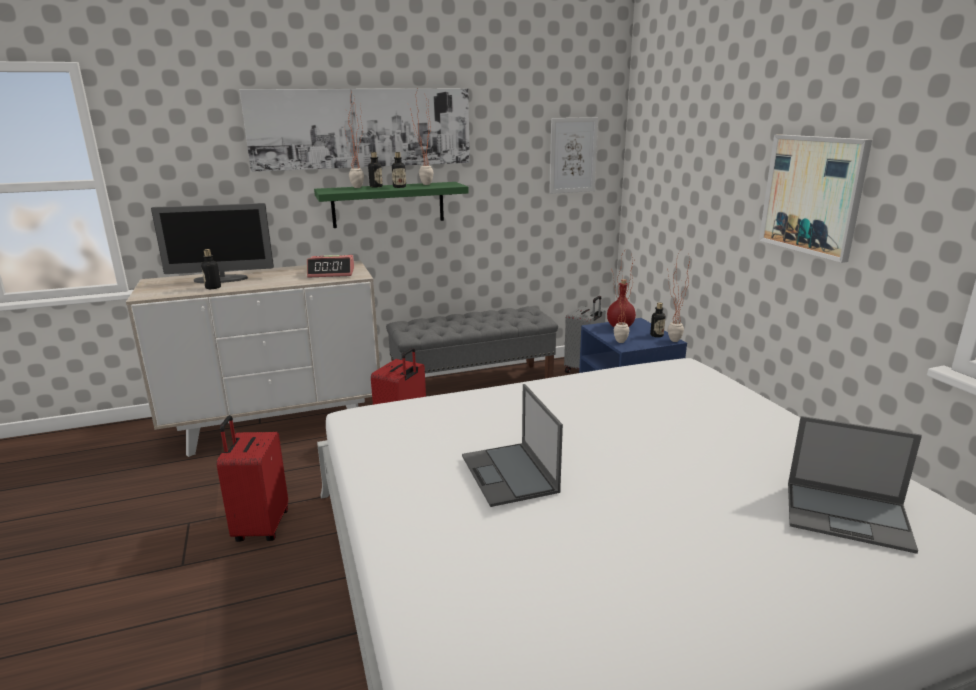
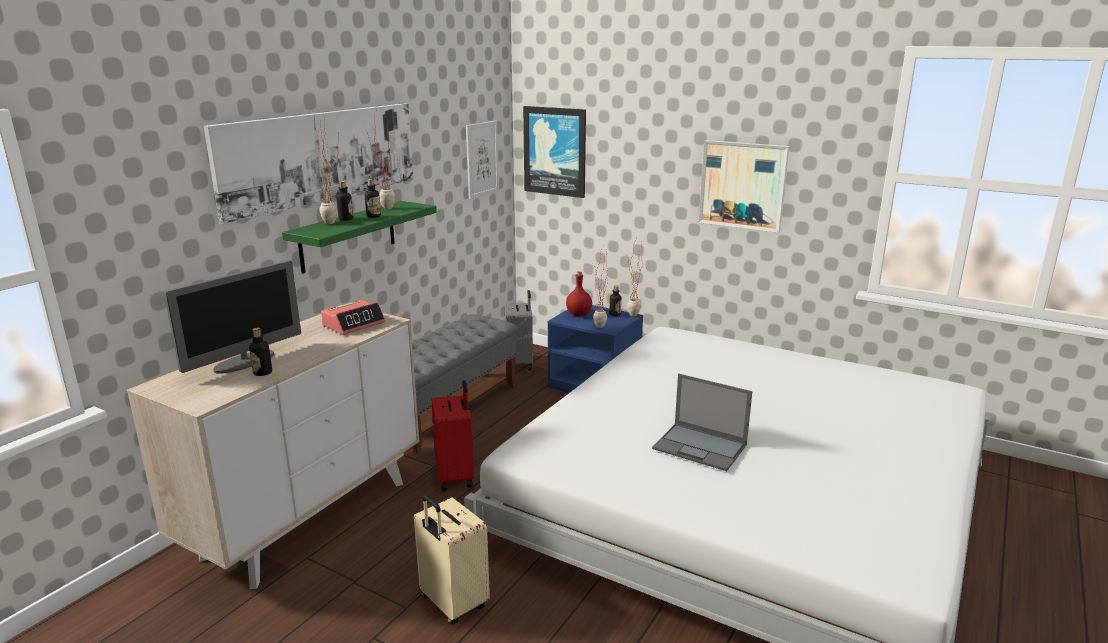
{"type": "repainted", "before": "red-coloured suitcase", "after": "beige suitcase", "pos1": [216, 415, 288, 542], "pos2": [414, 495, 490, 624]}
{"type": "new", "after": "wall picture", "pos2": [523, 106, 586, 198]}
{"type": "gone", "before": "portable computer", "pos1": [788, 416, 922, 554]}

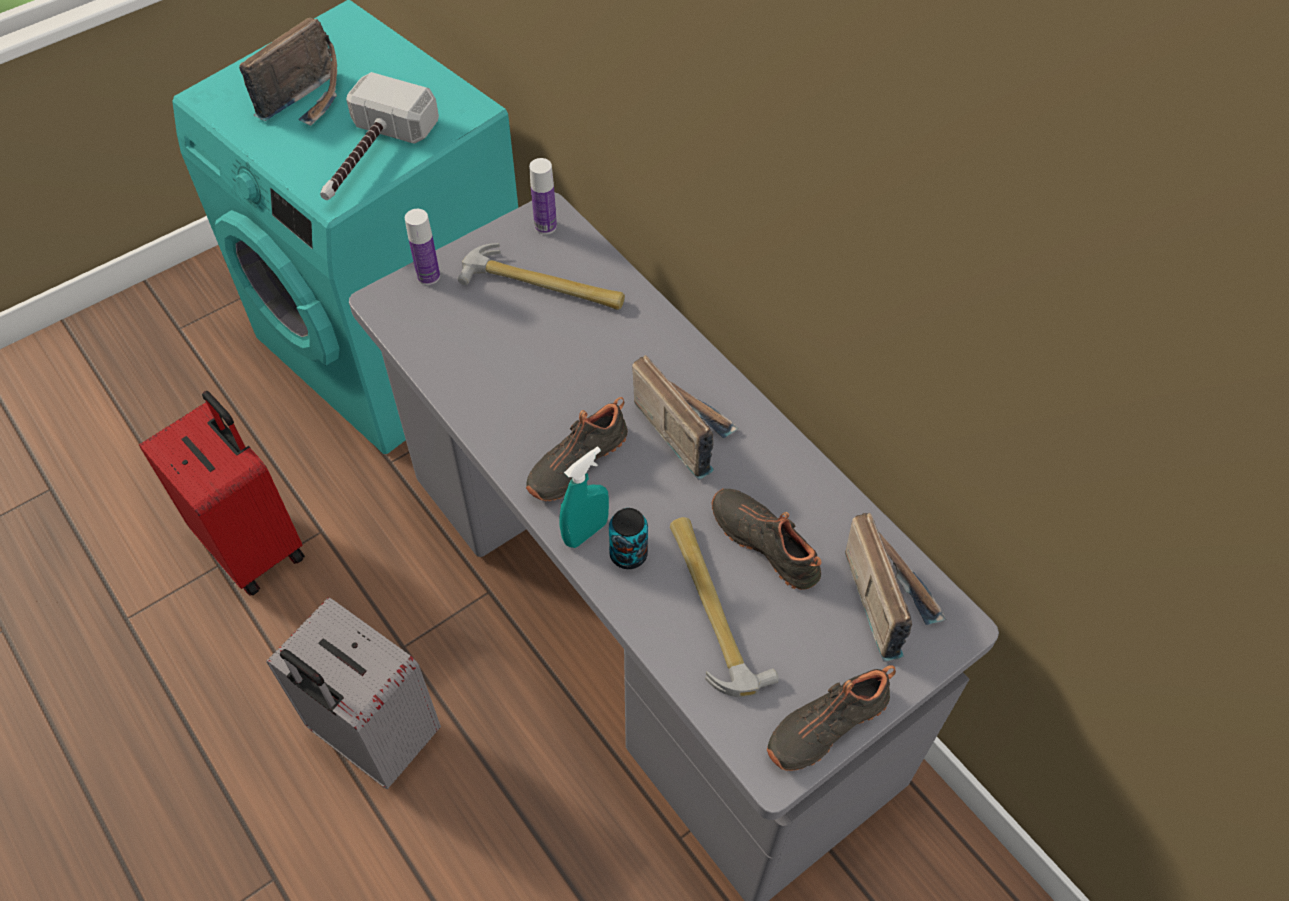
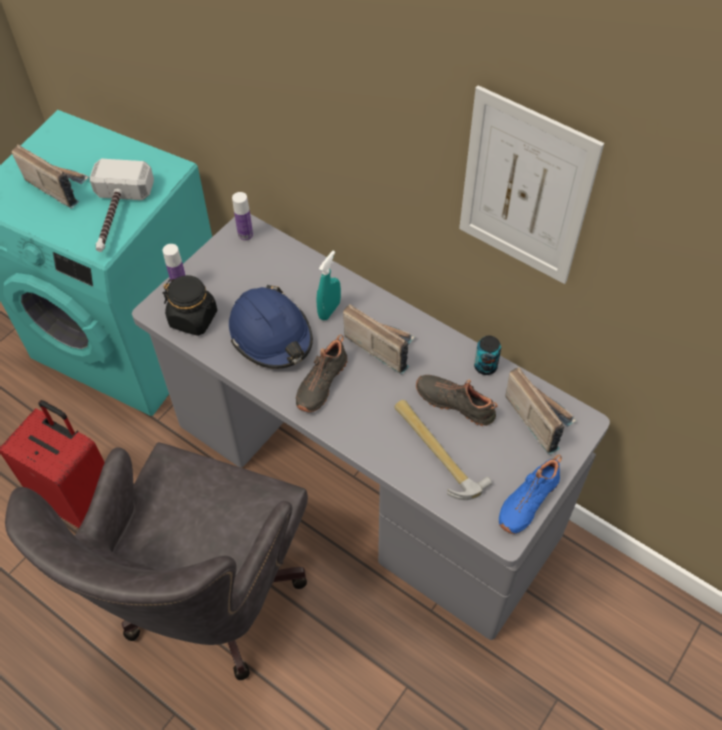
{"type": "swapped", "before": "greyish suitcase", "after": "greyish desk chair", "pos1": [266, 598, 441, 789], "pos2": [5, 442, 308, 680]}
{"type": "rotated", "before": "radio set", "pos1": [239, 17, 337, 126], "pos2": [12, 145, 89, 209], "turn": -75}
{"type": "new", "after": "blackish jar", "pos2": [163, 275, 217, 336]}
{"type": "new", "after": "blue-coloured work helmet", "pos2": [229, 285, 313, 369]}
{"type": "shifted", "before": "blue-green sprayer", "pos1": [559, 447, 609, 548], "pos2": [316, 251, 341, 320]}
{"type": "new", "after": "wall picture", "pos2": [459, 85, 604, 284]}
{"type": "shifted", "before": "can", "pos1": [609, 508, 648, 569], "pos2": [474, 336, 501, 375]}
{"type": "repainted", "before": "blackish shoe", "after": "blue-coloured shoe", "pos1": [767, 665, 896, 771], "pos2": [499, 455, 562, 534]}
{"type": "gone", "before": "tool hammer", "pos1": [458, 243, 625, 310]}

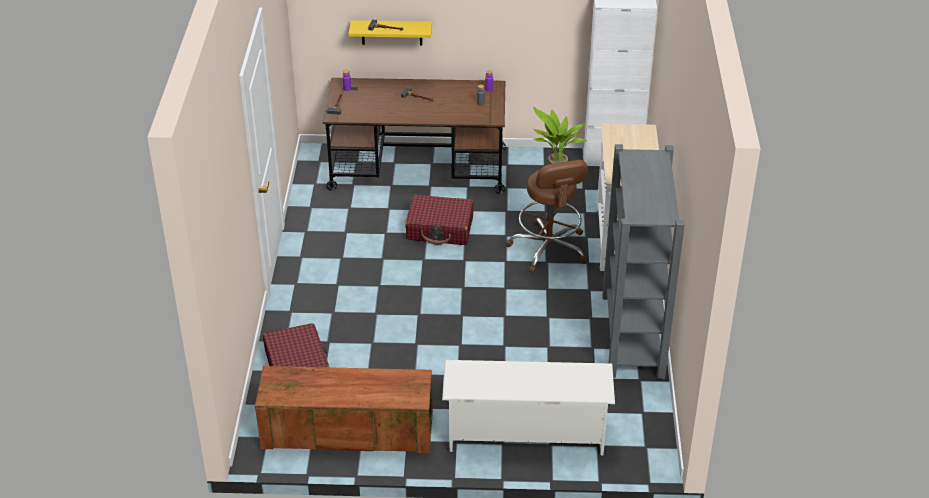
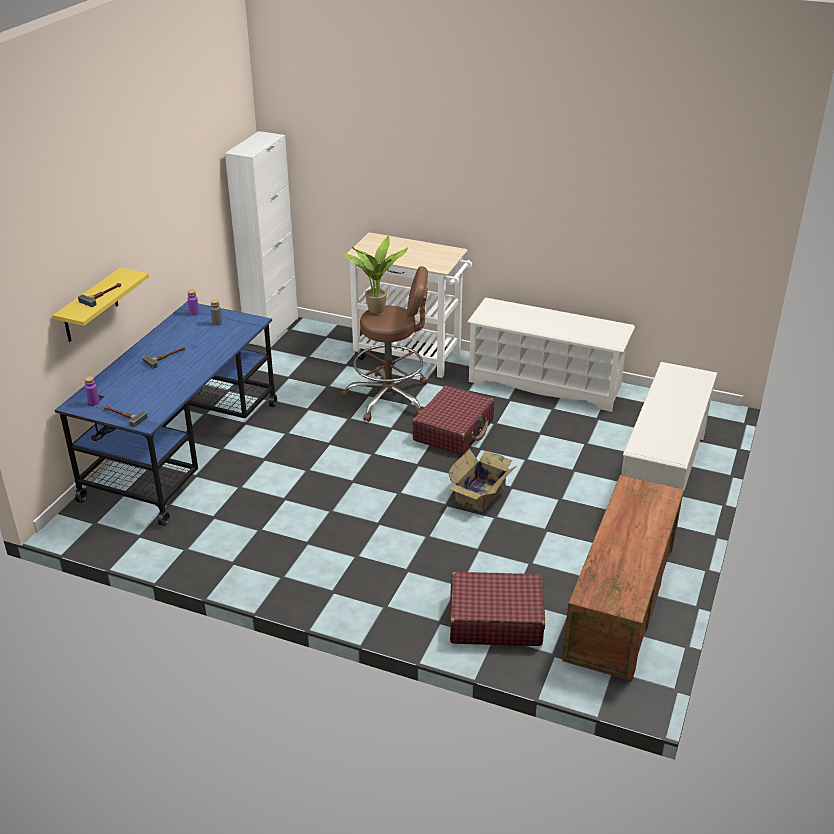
{"type": "repainted", "before": "brown desk unit", "after": "blue-coloured desk unit", "pos1": [323, 78, 506, 194], "pos2": [55, 301, 277, 526]}
{"type": "shifted", "before": "red-coloured suitcase", "pos1": [405, 195, 473, 245], "pos2": [412, 386, 494, 455]}
{"type": "new", "after": "packing box", "pos2": [448, 449, 516, 512]}
{"type": "swapped", "before": "greyish bookshelf", "after": "white shoe rack", "pos1": [602, 144, 685, 379], "pos2": [467, 298, 635, 412]}

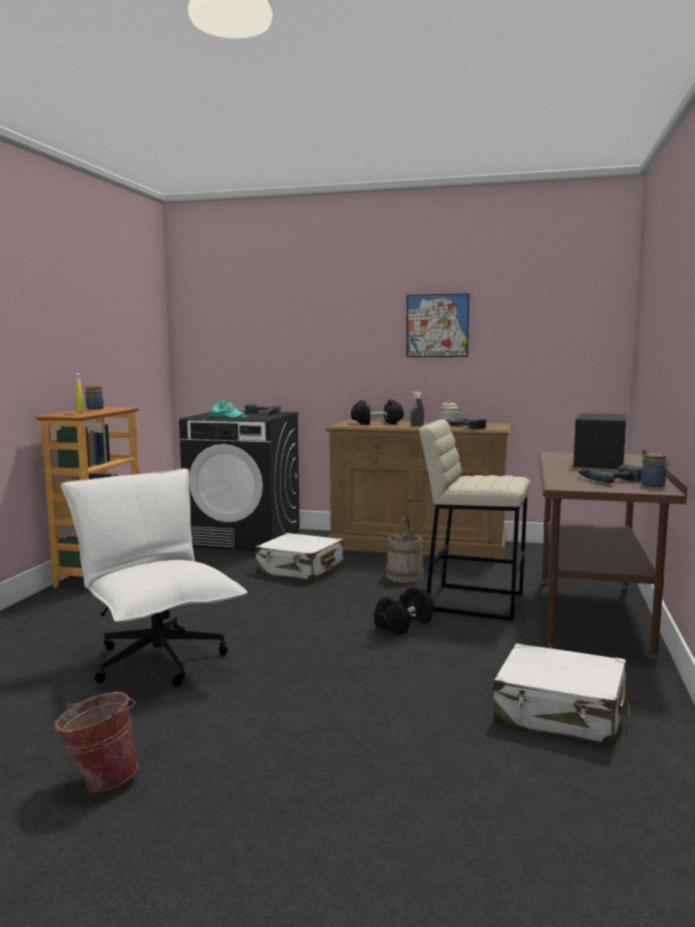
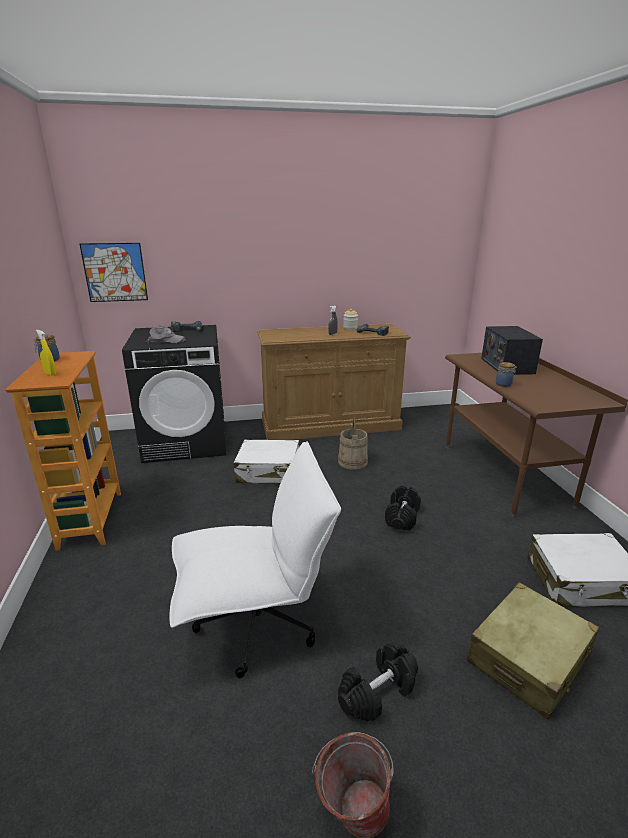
{"type": "shifted", "before": "wall picture", "pos1": [406, 294, 469, 357], "pos2": [80, 243, 148, 302]}
{"type": "repainted", "before": "blue-green baseball cap", "after": "greyish baseball cap", "pos1": [207, 401, 248, 418], "pos2": [146, 326, 186, 343]}
{"type": "rotated", "before": "white desk chair", "pos1": [61, 468, 247, 687], "pos2": [169, 441, 341, 678], "turn": 135}
{"type": "shifted", "before": "blackish dumbbell", "pos1": [351, 399, 404, 425], "pos2": [338, 643, 418, 722]}
{"type": "new", "after": "beige suitcase", "pos2": [467, 582, 599, 720]}
{"type": "shifted", "before": "jar", "pos1": [641, 453, 669, 487], "pos2": [496, 362, 517, 387]}
{"type": "gone", "before": "beige sitting stool", "pos1": [419, 419, 530, 621]}
{"type": "gone", "before": "electric drill", "pos1": [578, 465, 642, 483]}

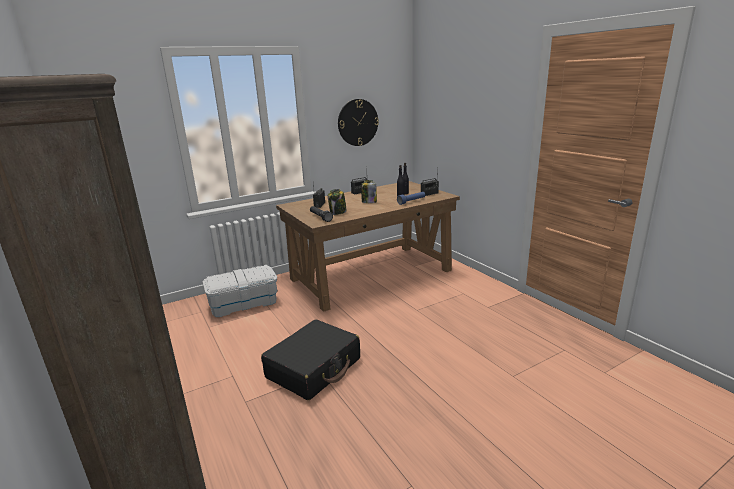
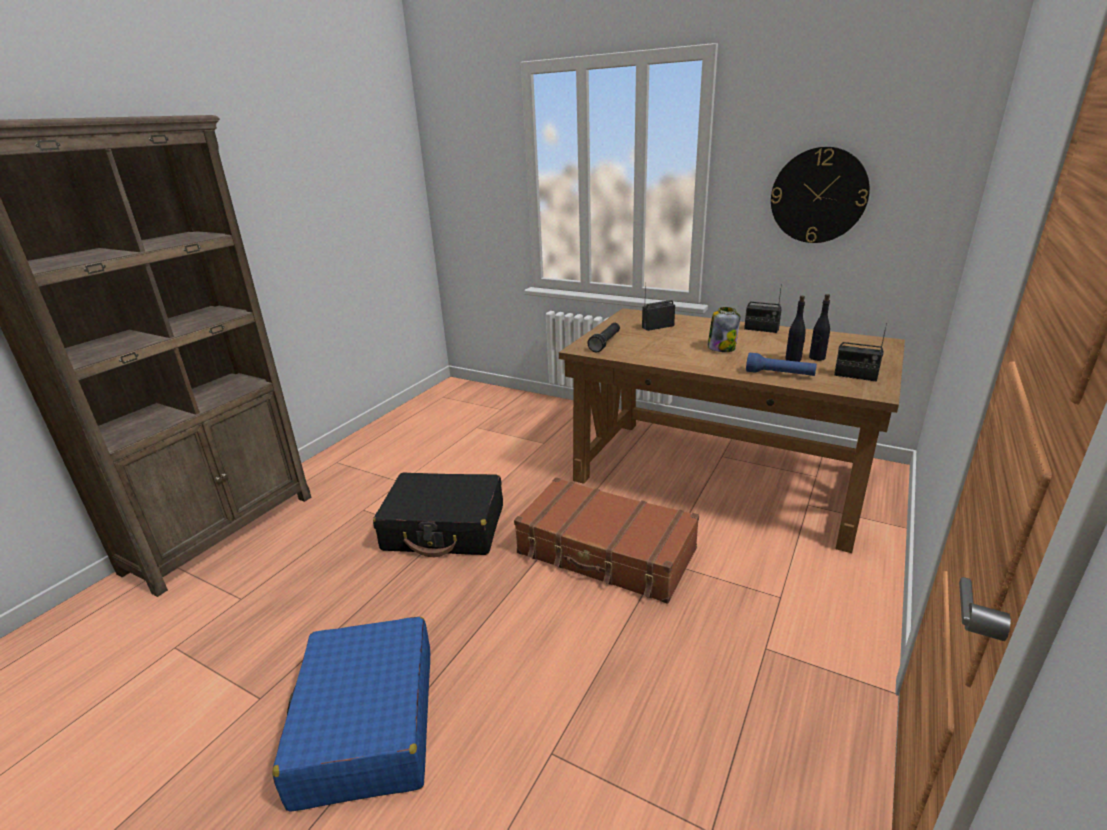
{"type": "new", "after": "blue-coloured suitcase", "pos2": [272, 617, 430, 812]}
{"type": "new", "after": "brown suitcase", "pos2": [514, 477, 699, 604]}
{"type": "gone", "before": "white storage bin", "pos1": [203, 265, 277, 317]}
{"type": "gone", "before": "jar", "pos1": [328, 189, 347, 215]}

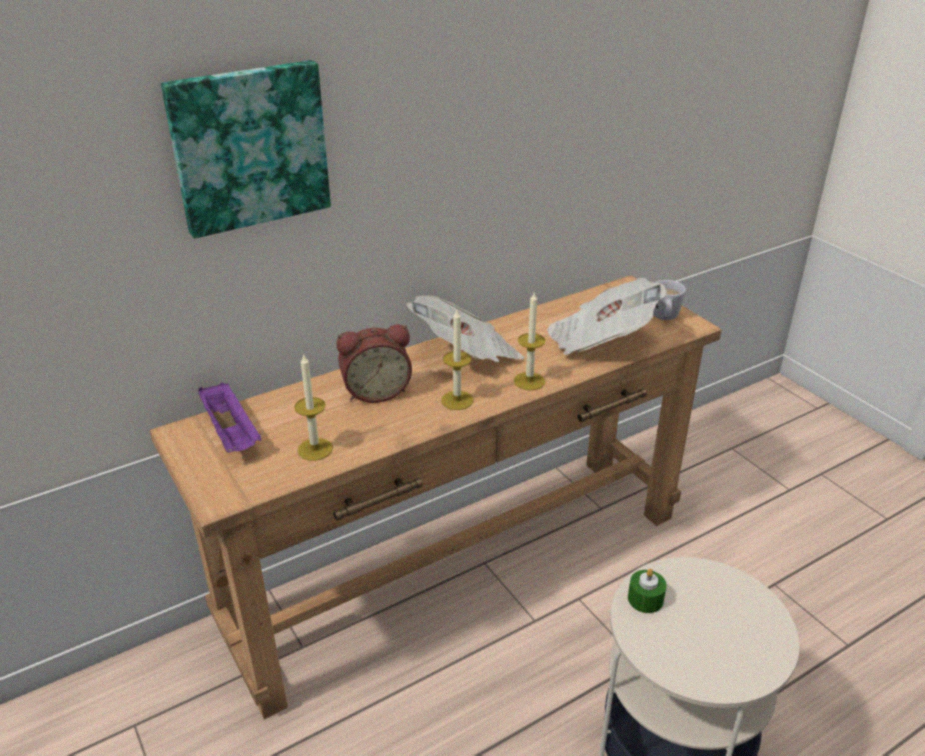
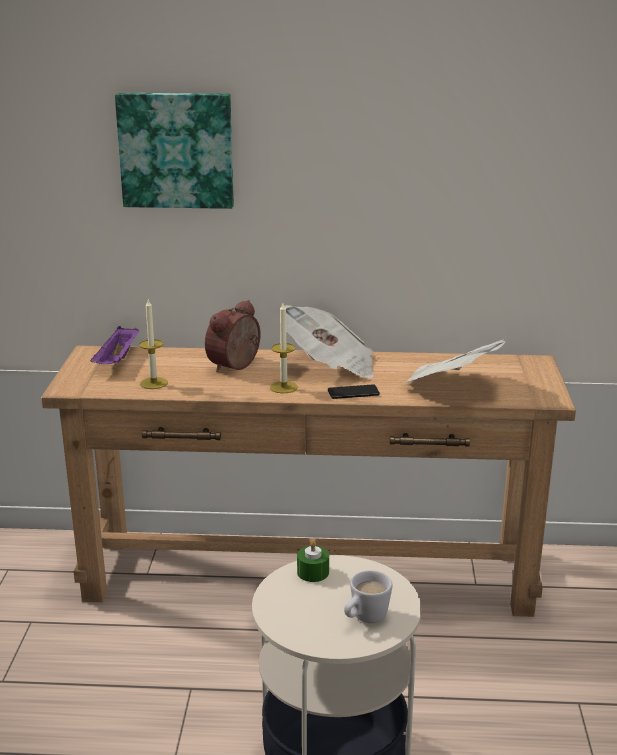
{"type": "rotated", "before": "table clock", "pos1": [336, 324, 412, 403], "pos2": [205, 300, 261, 372], "turn": 105}
{"type": "swapped", "before": "candle", "after": "phone", "pos1": [514, 293, 545, 391], "pos2": [328, 384, 380, 399]}
{"type": "shifted", "before": "white coffee mug", "pos1": [653, 280, 686, 320], "pos2": [344, 570, 392, 623]}

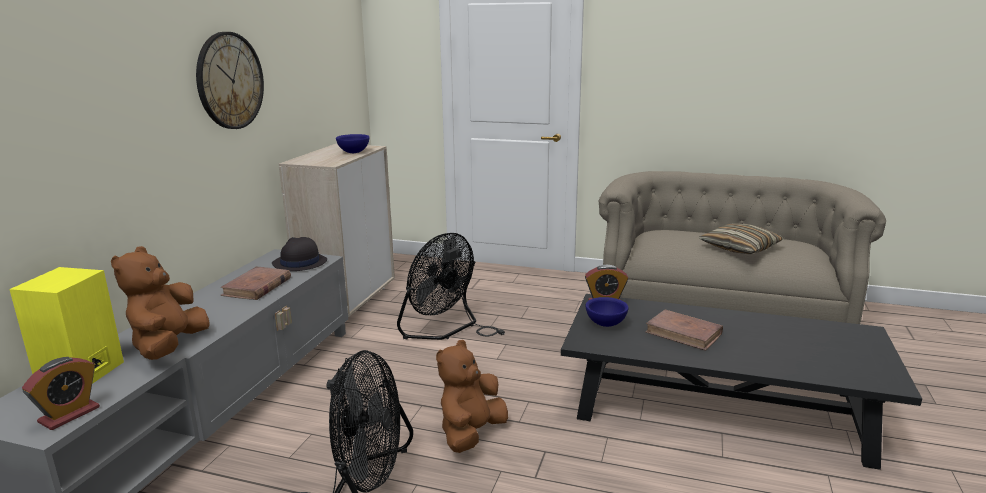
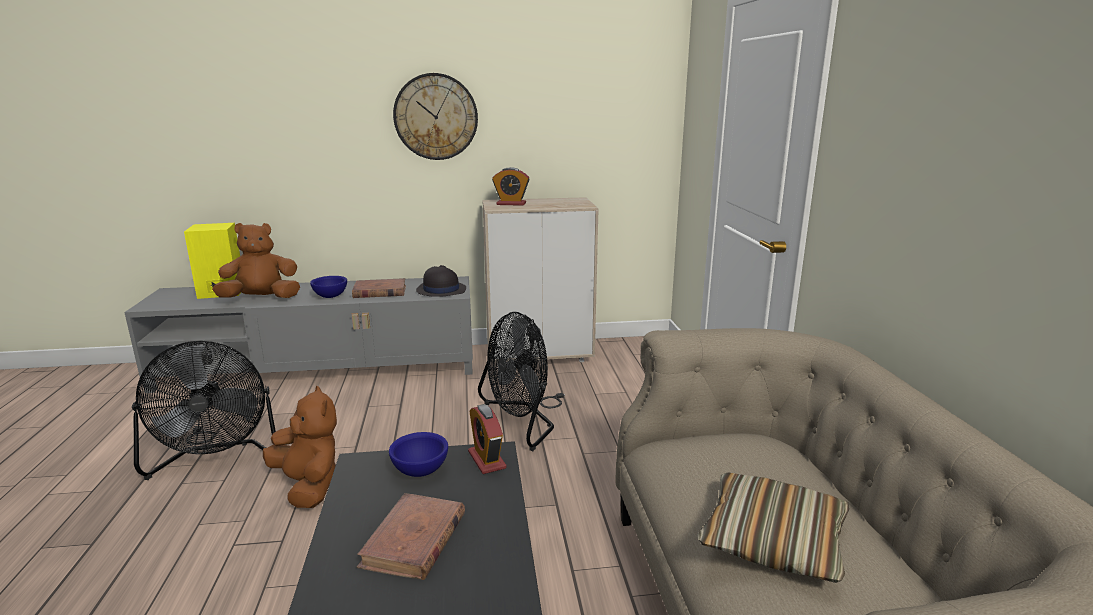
{"type": "rotated", "before": "brown cuddly toy", "pos1": [436, 340, 508, 453], "pos2": [263, 386, 337, 508], "turn": 45}
{"type": "shifted", "before": "blue-coloured serving bowl", "pos1": [336, 134, 369, 153], "pos2": [310, 276, 347, 298]}
{"type": "rotated", "before": "blackish electric fan", "pos1": [397, 233, 505, 340], "pos2": [478, 312, 565, 451], "turn": -135}
{"type": "shifted", "before": "table clock", "pos1": [22, 357, 100, 430], "pos2": [492, 167, 530, 206]}

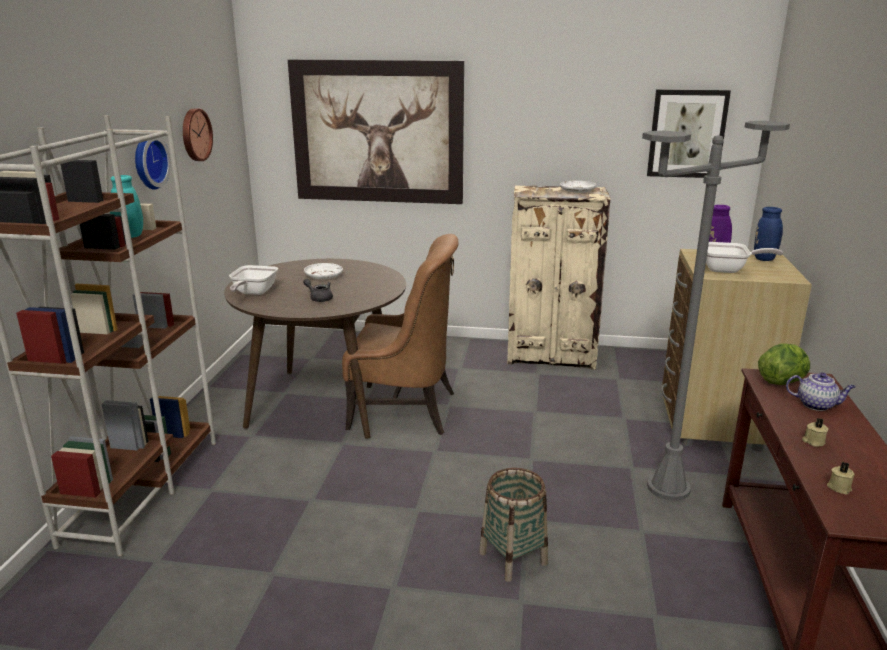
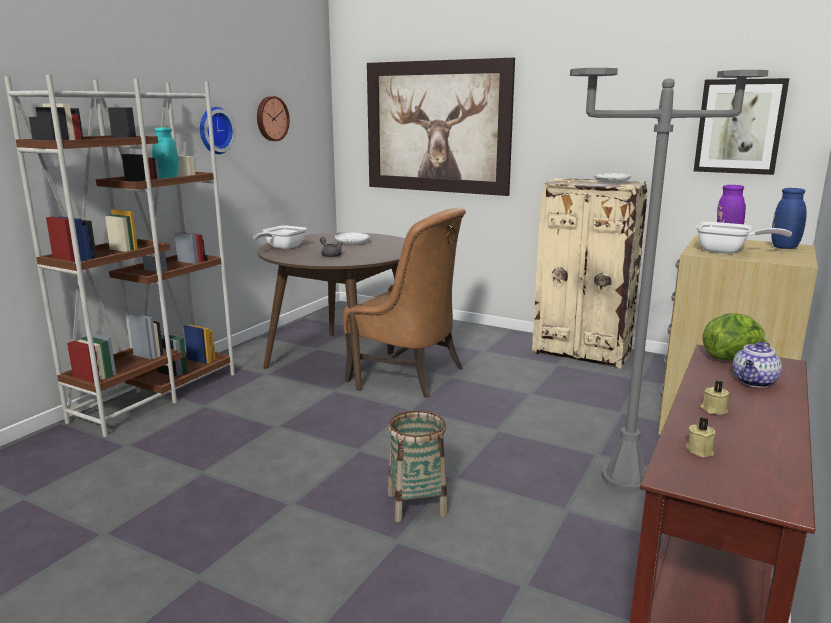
{"type": "rotated", "before": "tea pot", "pos1": [786, 372, 855, 411], "pos2": [733, 342, 782, 388], "turn": 90}

